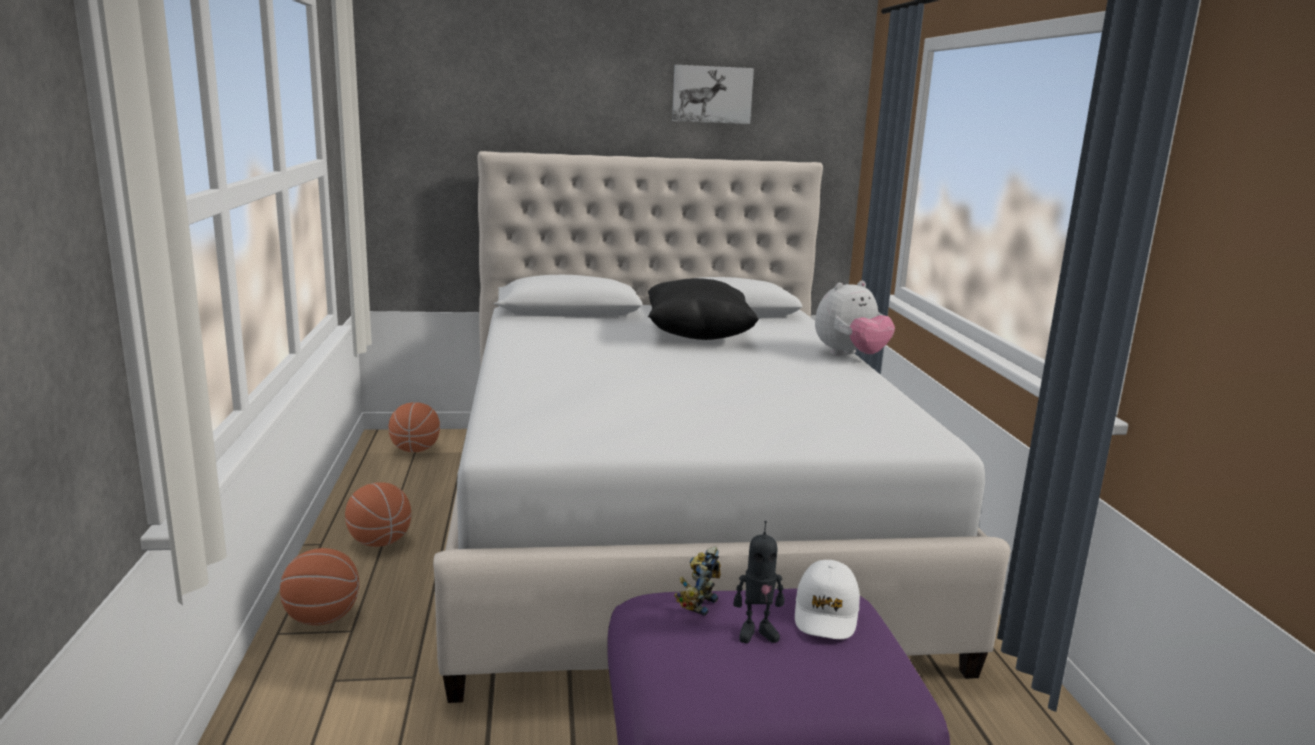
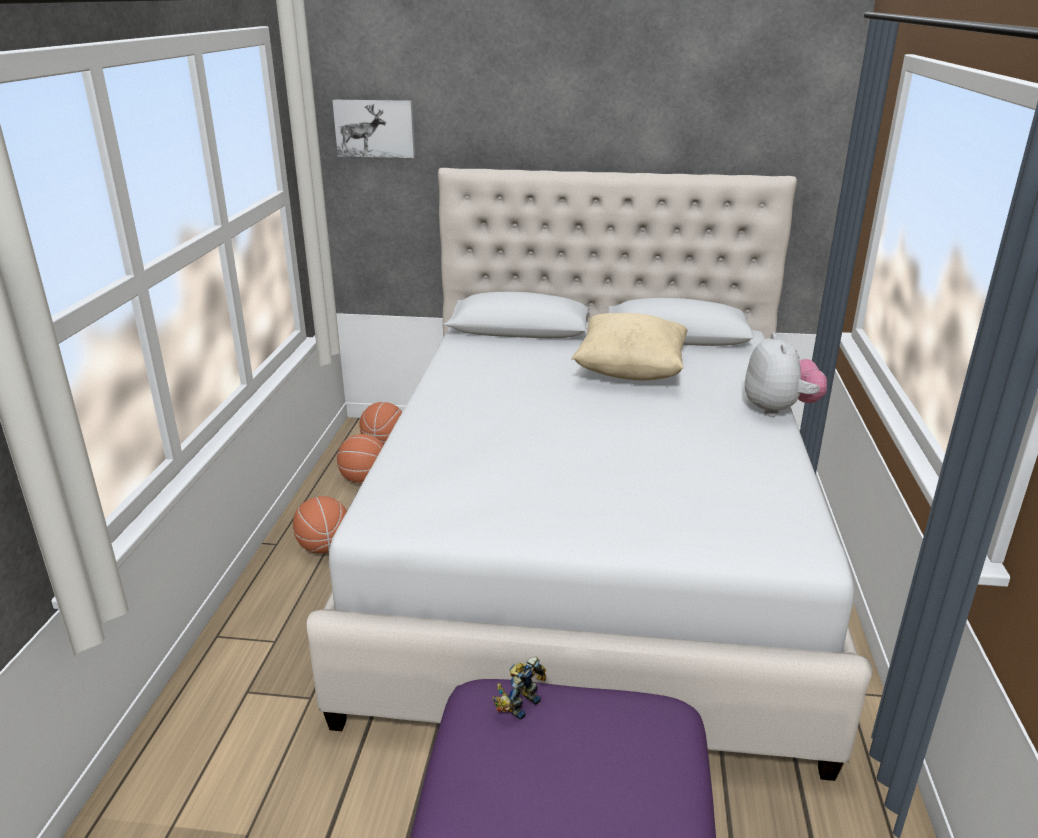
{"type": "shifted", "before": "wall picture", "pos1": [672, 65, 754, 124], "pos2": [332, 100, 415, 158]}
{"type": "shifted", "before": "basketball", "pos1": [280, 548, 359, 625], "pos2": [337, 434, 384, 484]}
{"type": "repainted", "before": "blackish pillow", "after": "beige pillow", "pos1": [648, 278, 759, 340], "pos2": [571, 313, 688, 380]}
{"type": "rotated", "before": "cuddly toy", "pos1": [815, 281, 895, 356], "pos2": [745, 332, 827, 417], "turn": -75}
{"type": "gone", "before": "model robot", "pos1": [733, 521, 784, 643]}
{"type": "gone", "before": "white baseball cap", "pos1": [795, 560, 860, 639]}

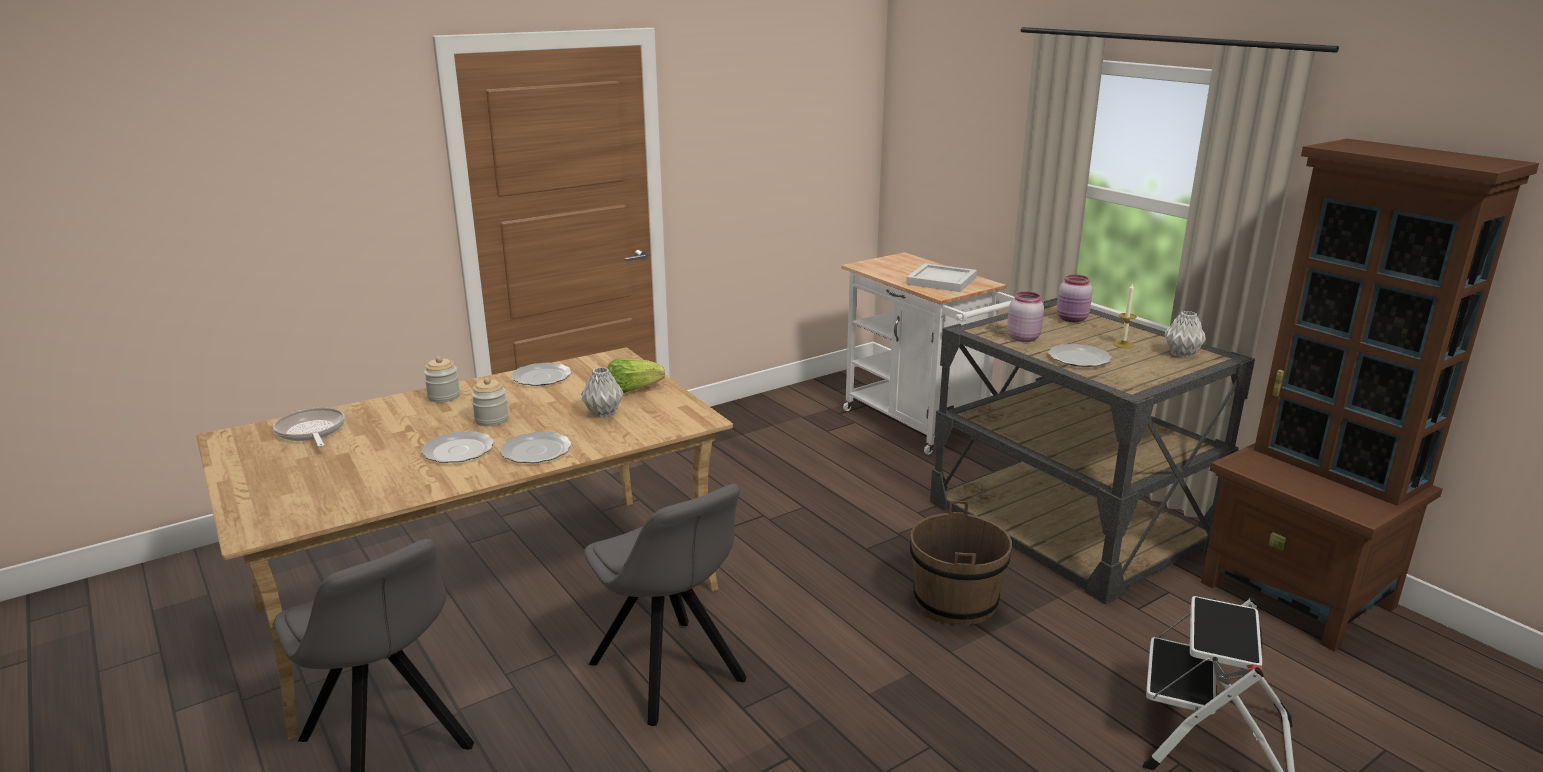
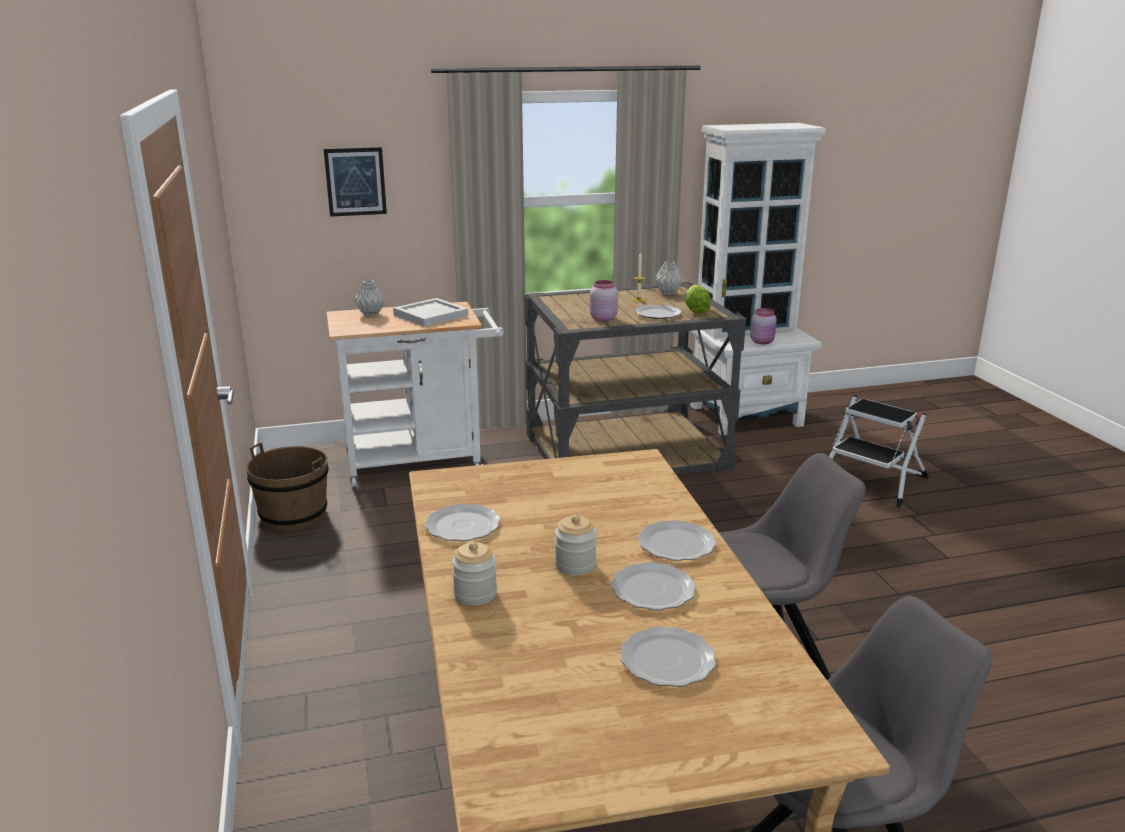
{"type": "shifted", "before": "brown water bucket", "pos1": [910, 501, 1012, 626], "pos2": [246, 442, 328, 531]}
{"type": "new", "after": "wall picture", "pos2": [324, 147, 387, 217]}
{"type": "shifted", "before": "greyish flower vase", "pos1": [581, 367, 623, 418], "pos2": [355, 280, 385, 316]}
{"type": "new", "after": "flat dish", "pos2": [621, 627, 716, 687]}
{"type": "shifted", "before": "lettuce head", "pos1": [607, 359, 665, 393], "pos2": [685, 285, 711, 314]}
{"type": "repainted", "before": "brown cupboard", "after": "white cupboard", "pos1": [1201, 139, 1539, 651], "pos2": [691, 123, 826, 435]}
{"type": "shifted", "before": "pinkish jar", "pos1": [1057, 275, 1093, 322], "pos2": [750, 308, 777, 344]}
{"type": "gone", "before": "pan", "pos1": [273, 407, 345, 447]}

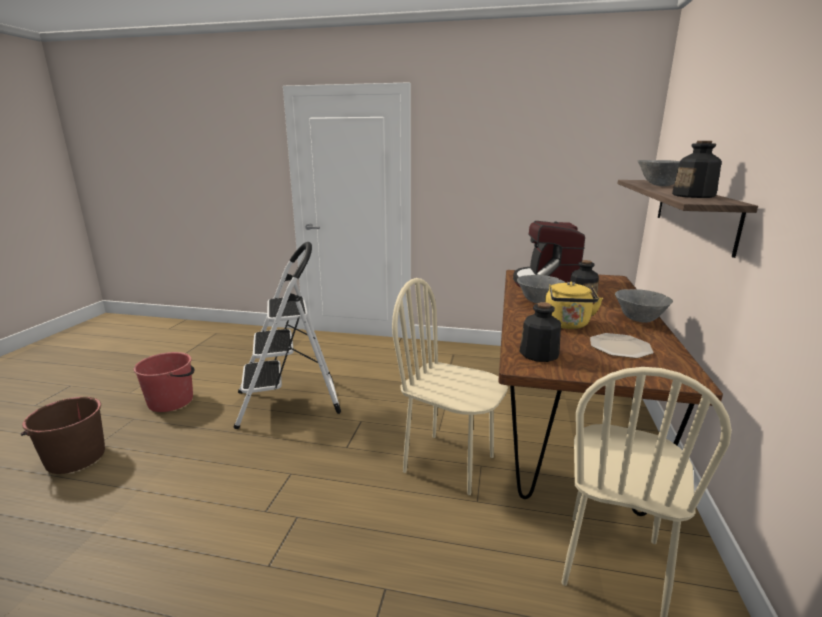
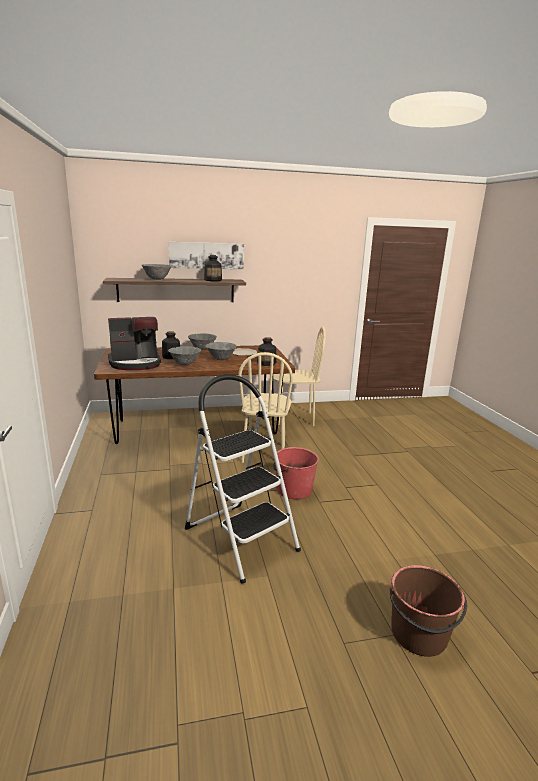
{"type": "new", "after": "wall picture", "pos2": [168, 242, 244, 269]}
{"type": "swapped", "before": "yellow kettle", "after": "greyish serving bowl", "pos1": [545, 282, 603, 329], "pos2": [206, 342, 237, 360]}
{"type": "shifted", "before": "red-coloured water bucket", "pos1": [134, 352, 195, 412], "pos2": [273, 447, 319, 499]}

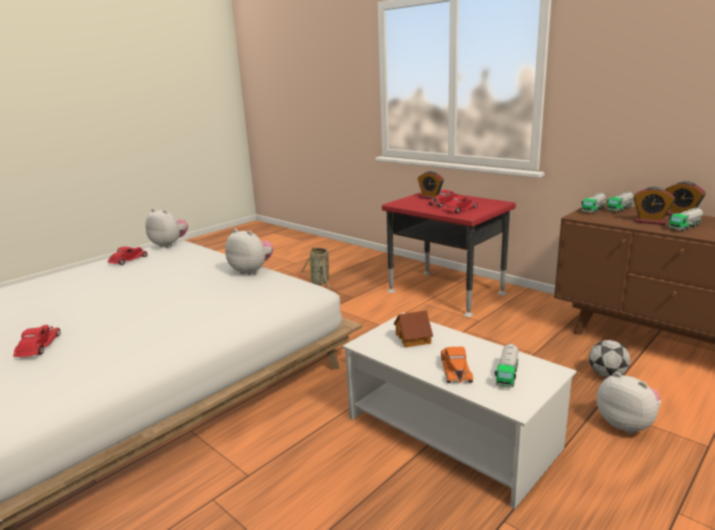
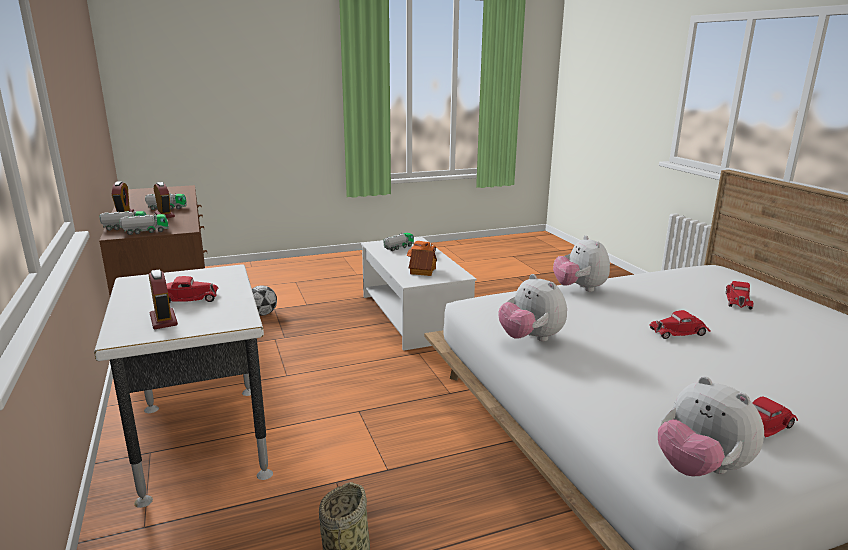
{"type": "repainted", "before": "red-coloured desk unit", "after": "white desk unit", "pos1": [382, 192, 516, 317], "pos2": [94, 264, 273, 508]}
{"type": "shifted", "before": "cuddly toy", "pos1": [597, 372, 661, 434], "pos2": [553, 235, 610, 292]}
{"type": "shifted", "before": "red-coloured miniature car", "pos1": [443, 196, 477, 213], "pos2": [650, 310, 711, 339]}

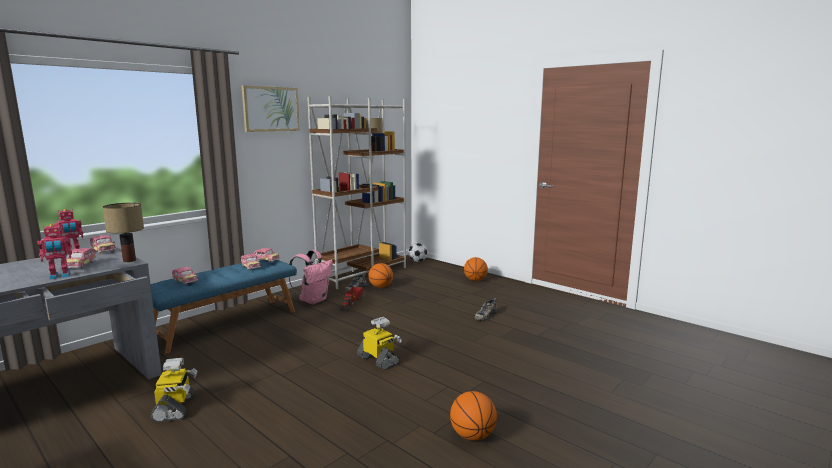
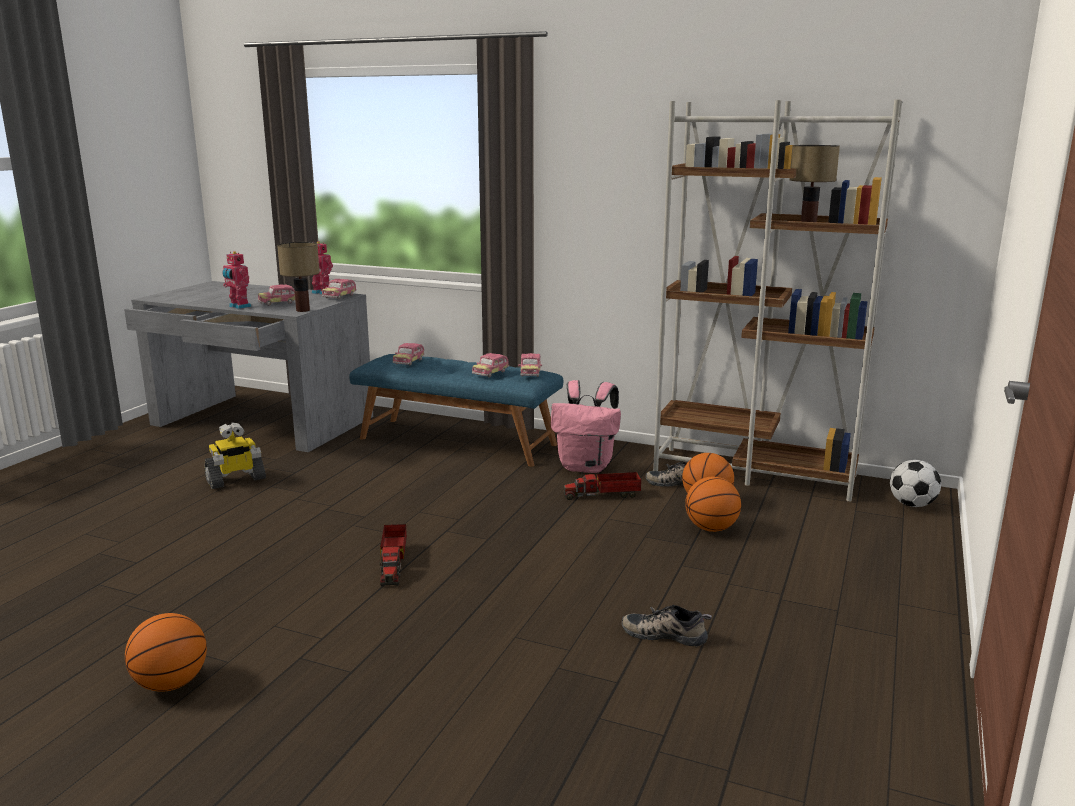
{"type": "swapped", "before": "model robot", "after": "toy lorry", "pos1": [357, 317, 402, 370], "pos2": [380, 524, 407, 586]}
{"type": "shifted", "before": "basketball", "pos1": [464, 257, 488, 281], "pos2": [685, 477, 741, 532]}
{"type": "gone", "before": "wall picture", "pos1": [242, 85, 300, 132]}

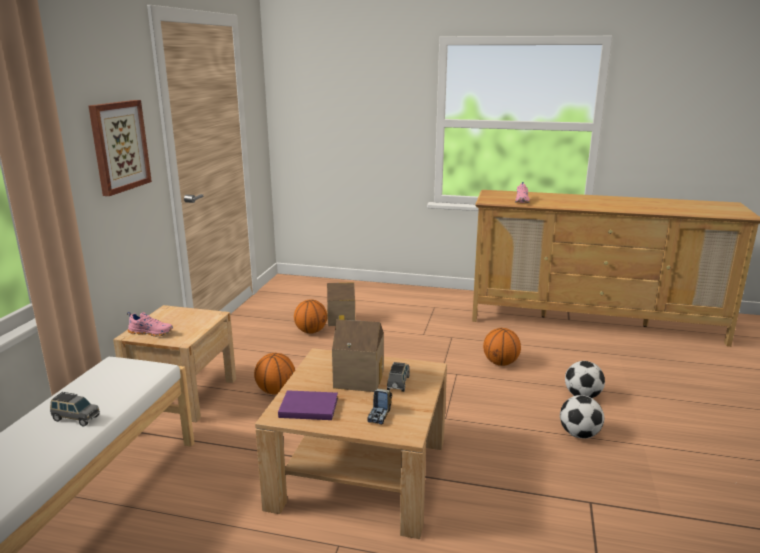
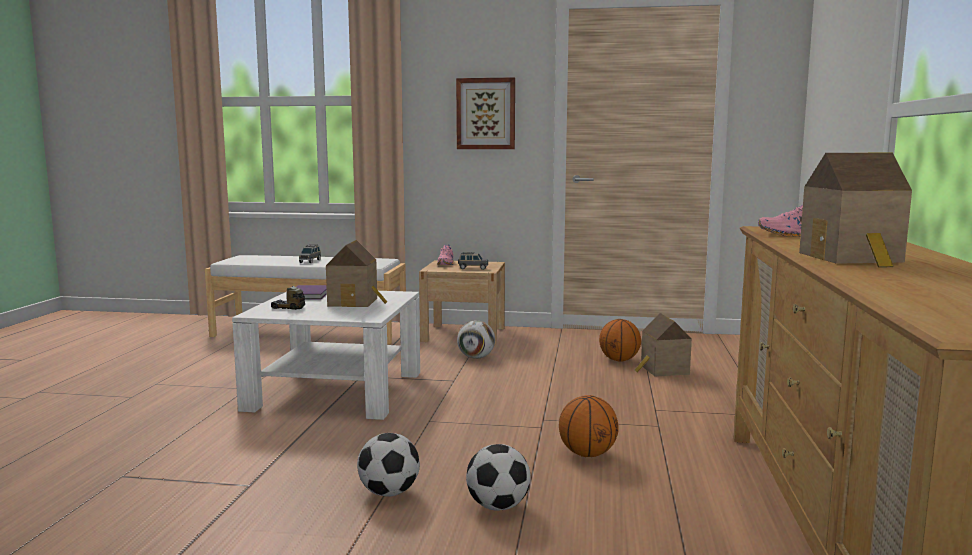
{"type": "repainted", "before": "brown low table", "after": "white low table", "pos1": [255, 348, 447, 539], "pos2": [232, 291, 420, 420]}
{"type": "swapped", "before": "basketball", "after": "football ball", "pos1": [254, 353, 295, 394], "pos2": [457, 320, 495, 359]}
{"type": "shifted", "before": "greyish miniature car", "pos1": [387, 362, 410, 392], "pos2": [458, 252, 488, 270]}
{"type": "new", "after": "model house", "pos2": [799, 153, 912, 268]}

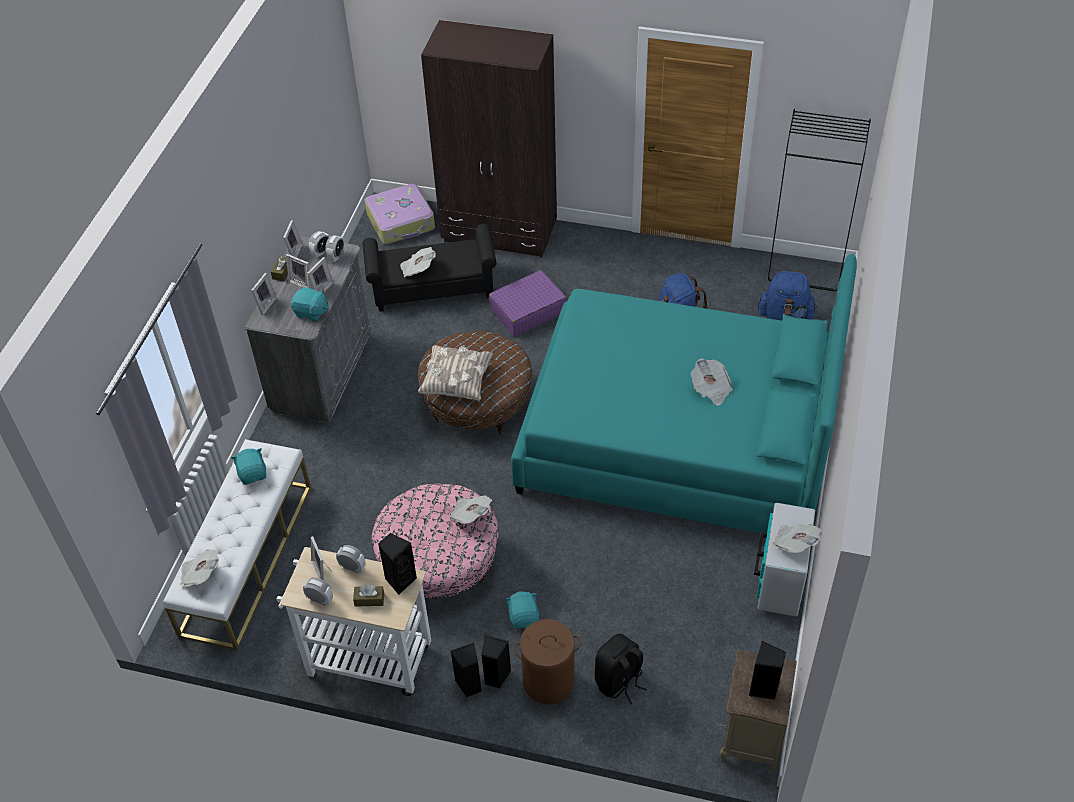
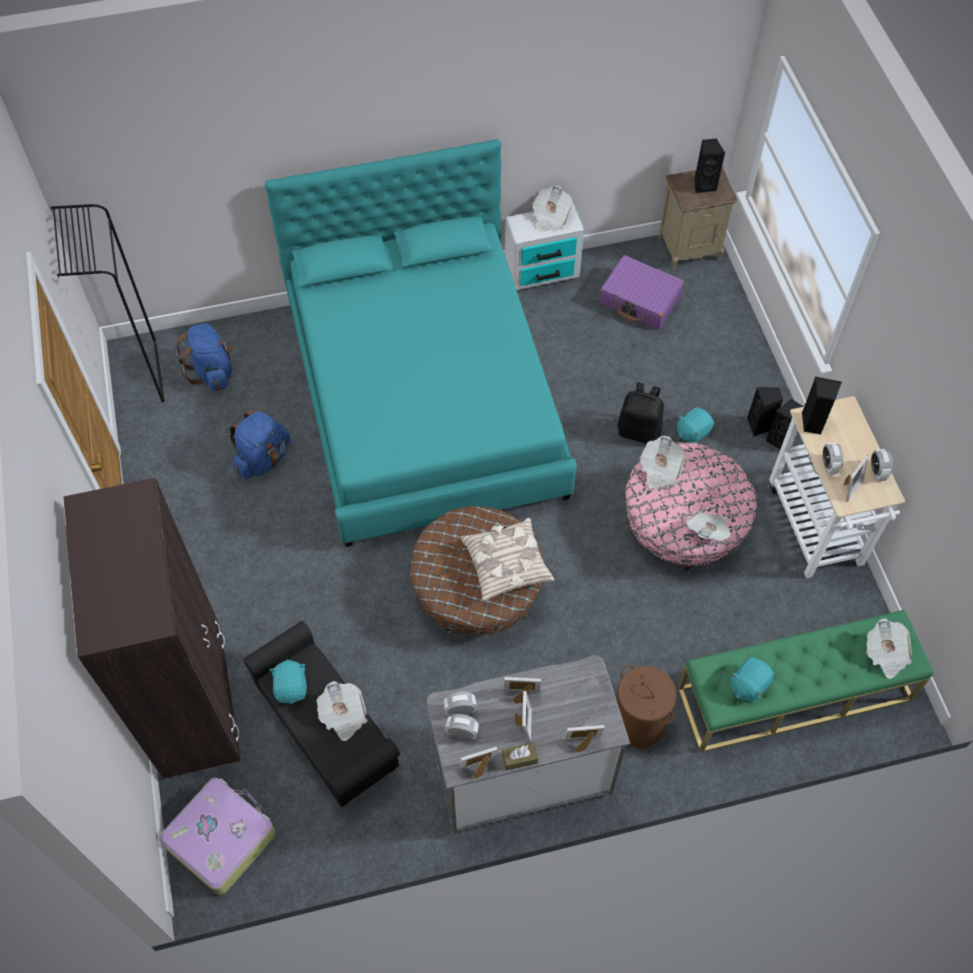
{"type": "shifted", "before": "blue-green cuddly toy", "pos1": [291, 287, 329, 322], "pos2": [269, 659, 307, 704]}
{"type": "shifted", "before": "purple-coloured suitcase", "pos1": [489, 270, 567, 337], "pos2": [599, 255, 684, 330]}
{"type": "shifted", "before": "brown hamper", "pos1": [514, 619, 581, 704], "pos2": [616, 665, 677, 748]}
{"type": "shifted", "before": "blackish rucksack", "pos1": [595, 634, 647, 704], "pos2": [618, 382, 664, 443]}
{"type": "repainted", "before": "white indoor bench", "after": "greenish indoor bench", "pos1": [163, 439, 311, 650], "pos2": [678, 610, 933, 753]}
{"type": "shifted", "before": "printed paper", "pos1": [691, 358, 733, 405], "pos2": [686, 511, 731, 541]}
{"type": "gone", "before": "brown tissue box", "pos1": [353, 585, 384, 607]}

